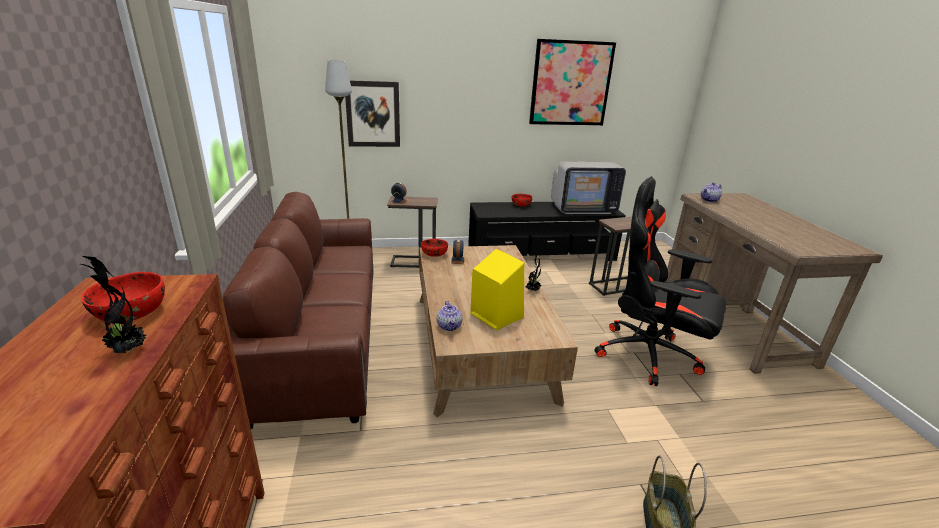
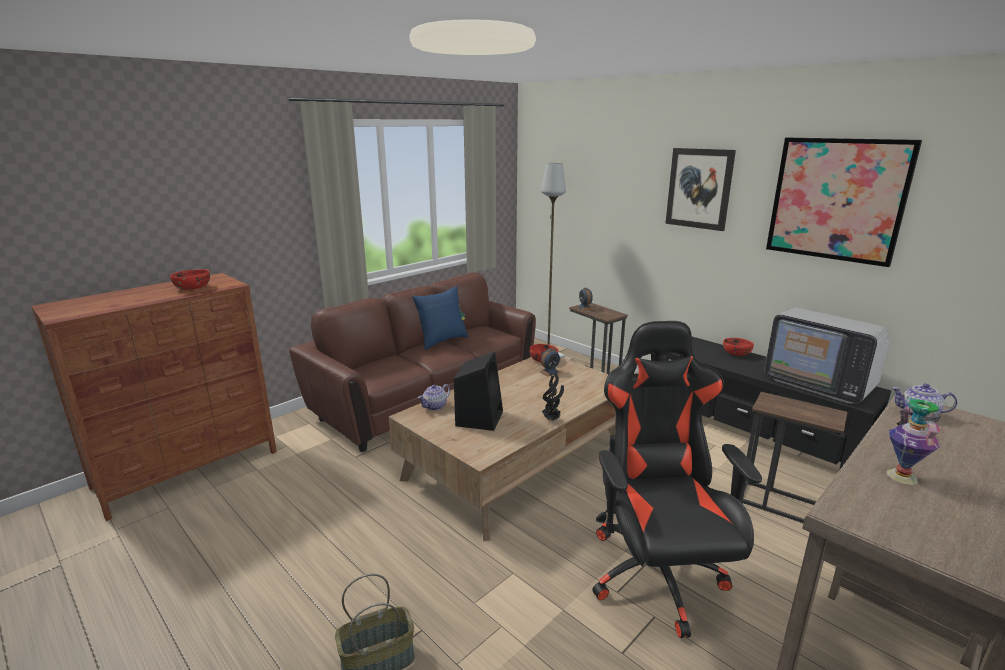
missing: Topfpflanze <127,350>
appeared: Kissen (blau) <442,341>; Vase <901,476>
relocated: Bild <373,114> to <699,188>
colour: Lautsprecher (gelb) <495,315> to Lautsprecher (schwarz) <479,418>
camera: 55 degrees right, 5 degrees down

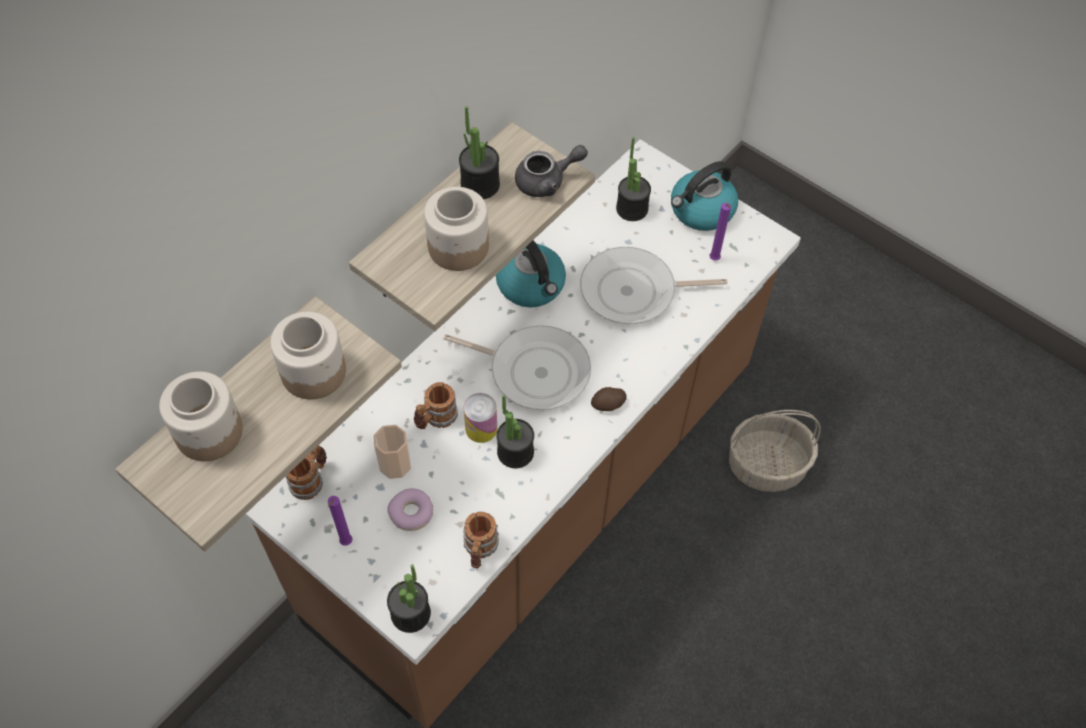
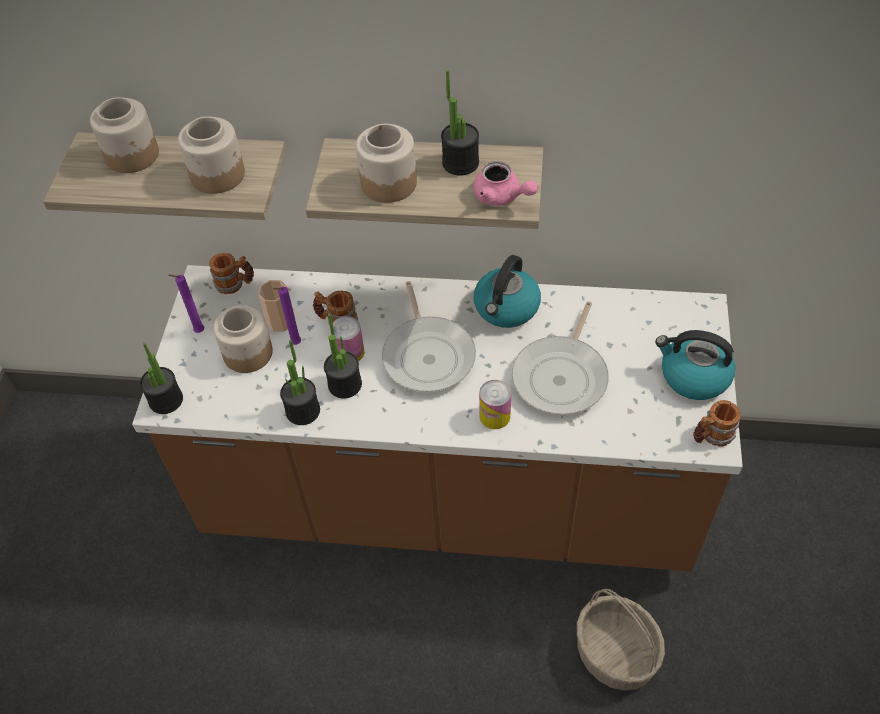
missing: Kartoffel <608,404>
appeared: Dose <494,416>
relocated: Topfpflanze <632,209> to <303,411>; Kerze (lila) <714,260> to <294,344>; Henkelbecher <479,550> to <711,436>
exchanged: Donut <411,513> to Vorratsglas <247,354>
colour: Teekanne (grau) <547,181> to Teekanne (rosa) <501,197>
spun: Pfanne <634,292> = <562,376> 120 degrees counterclockwise
camera: 60 degrees right, 5 degrees down

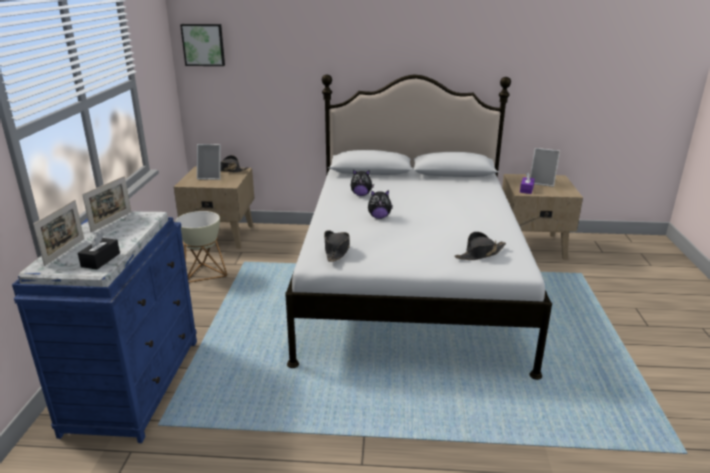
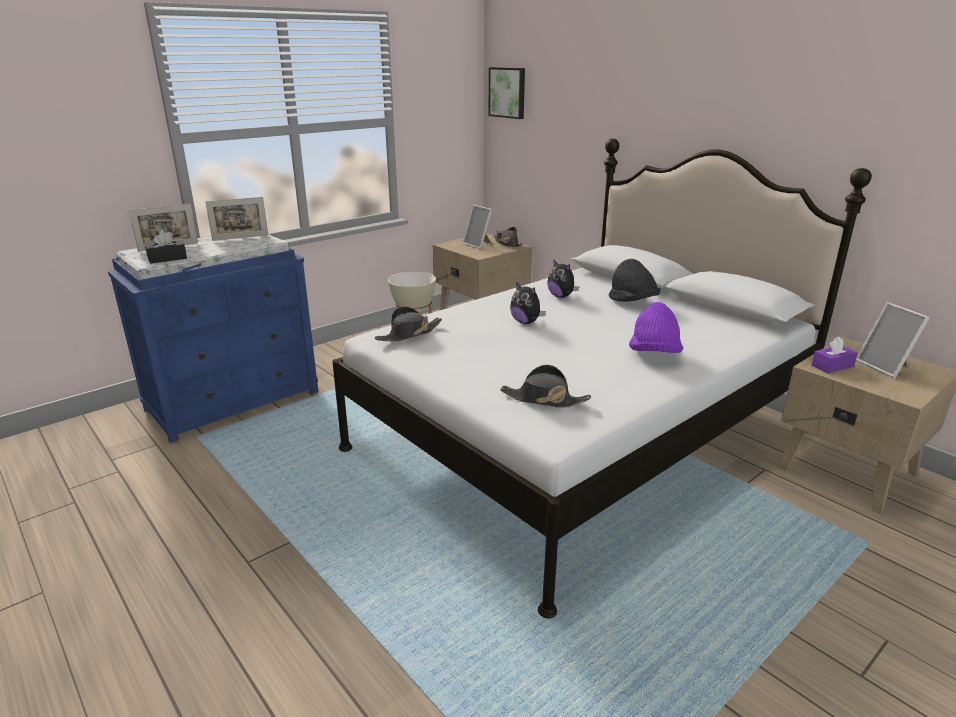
appeared: Hut (schwarz) <632,302>; Hut (lila) <654,354>
camera: 45 degrees right, 0 degrees up

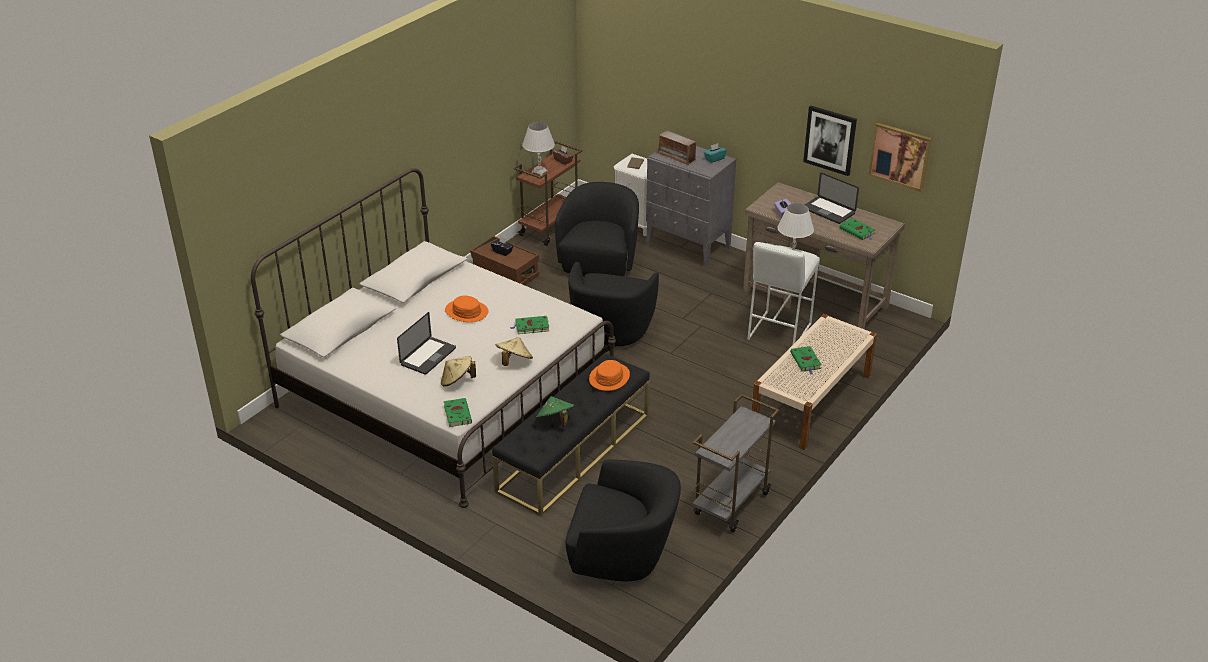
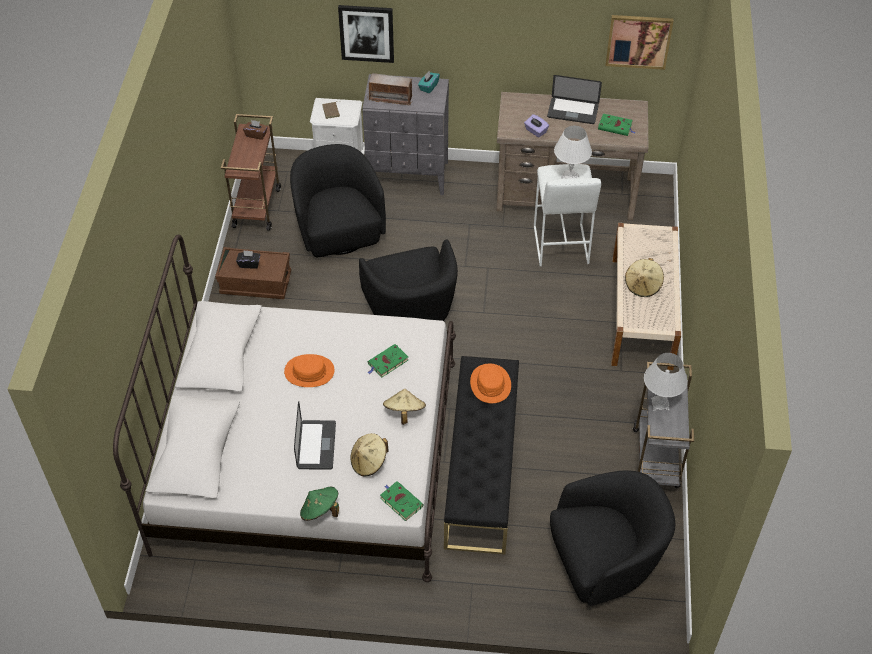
relocated: Bild <830,140> to <366,33>; Tischlampe (weiß) <539,172> to <659,404>; Hut (grün) <555,421> to <320,511>
exchanged: Buch (grün) <806,361> to Hut (beige) <643,285>
camera: 30 degrees left, 15 degrees up

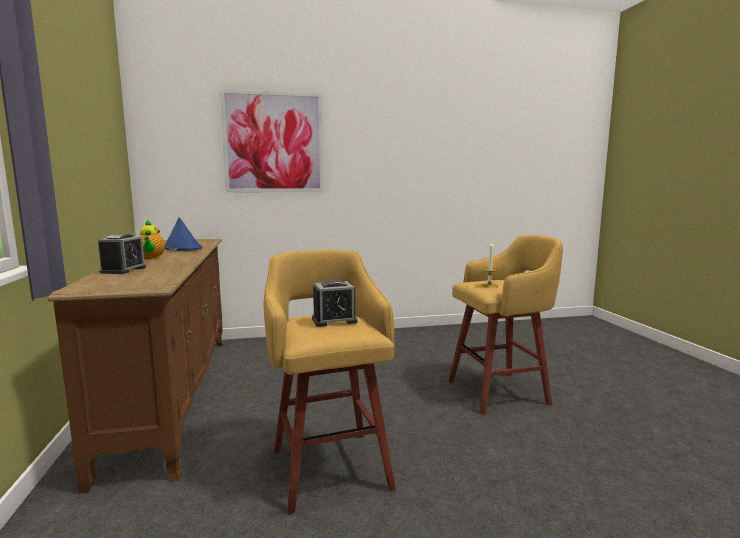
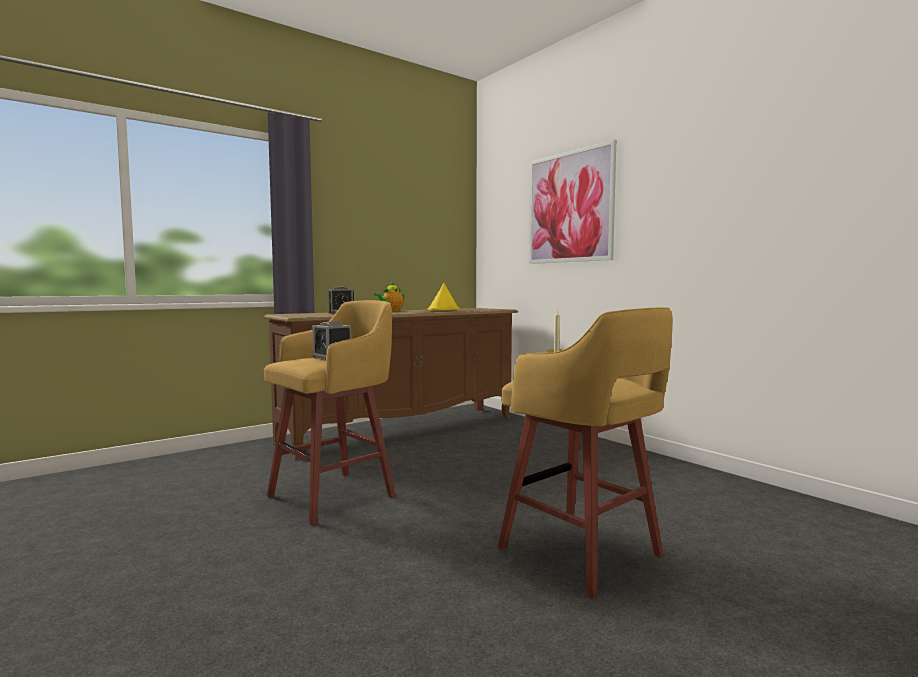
colour: Hut (blau) <182,248> to Hut (gelb) <443,310>
camera: 65 degrees right, 5 degrees down

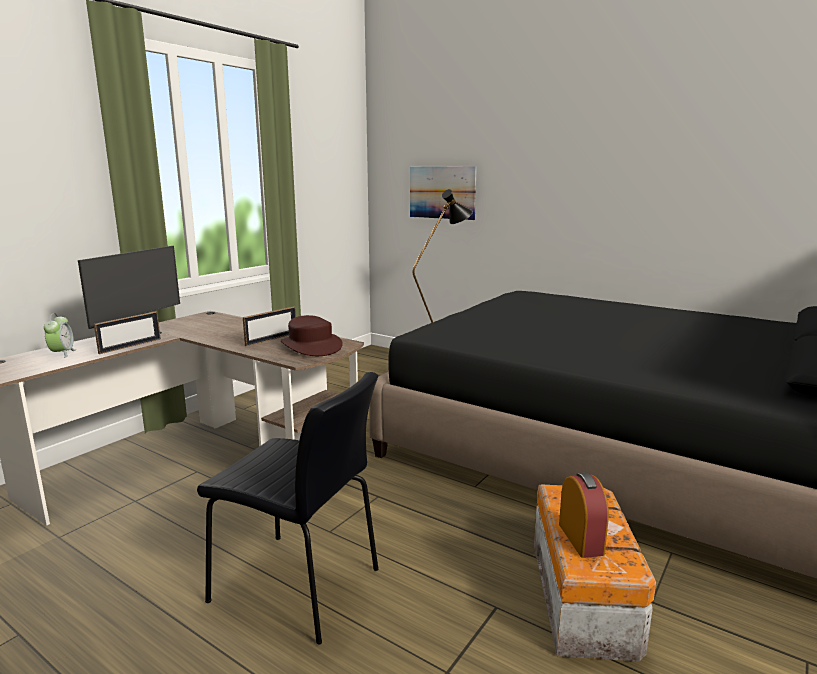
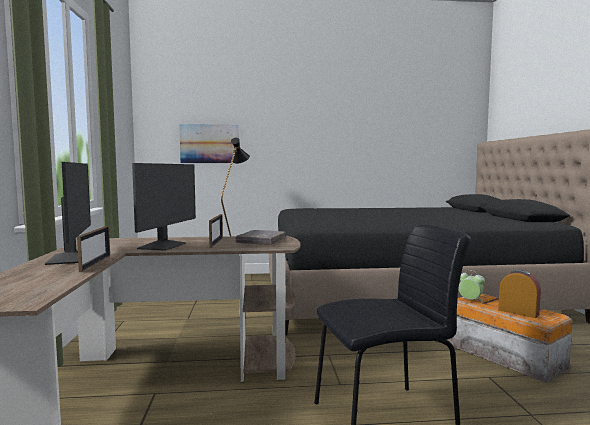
appeared: Monitor <163,246>
relocated: Wecker <62,354> to <470,300>
exchanged: Hut (braun) <311,346> to Buch (grau) <261,241>
camera: 40 degrees left, 10 degrees down

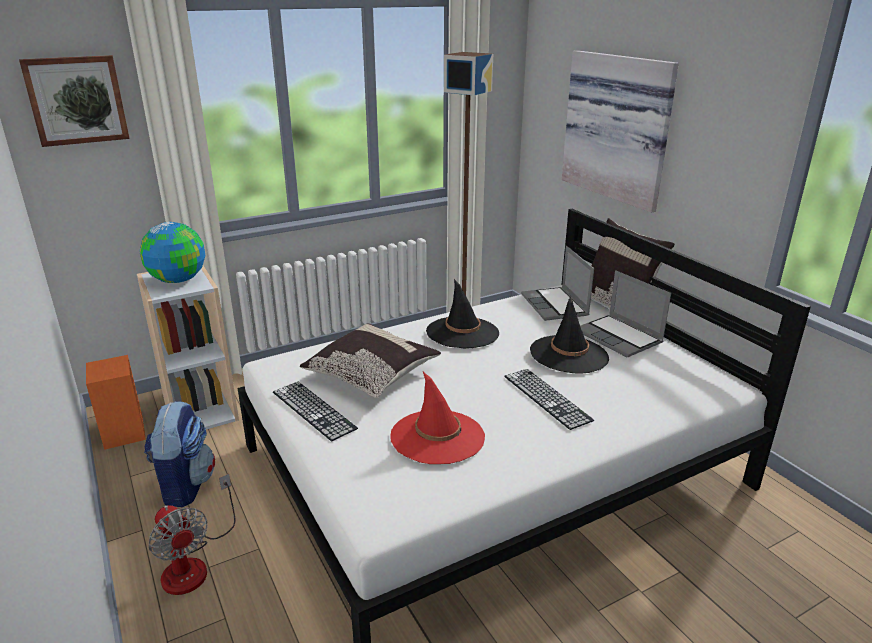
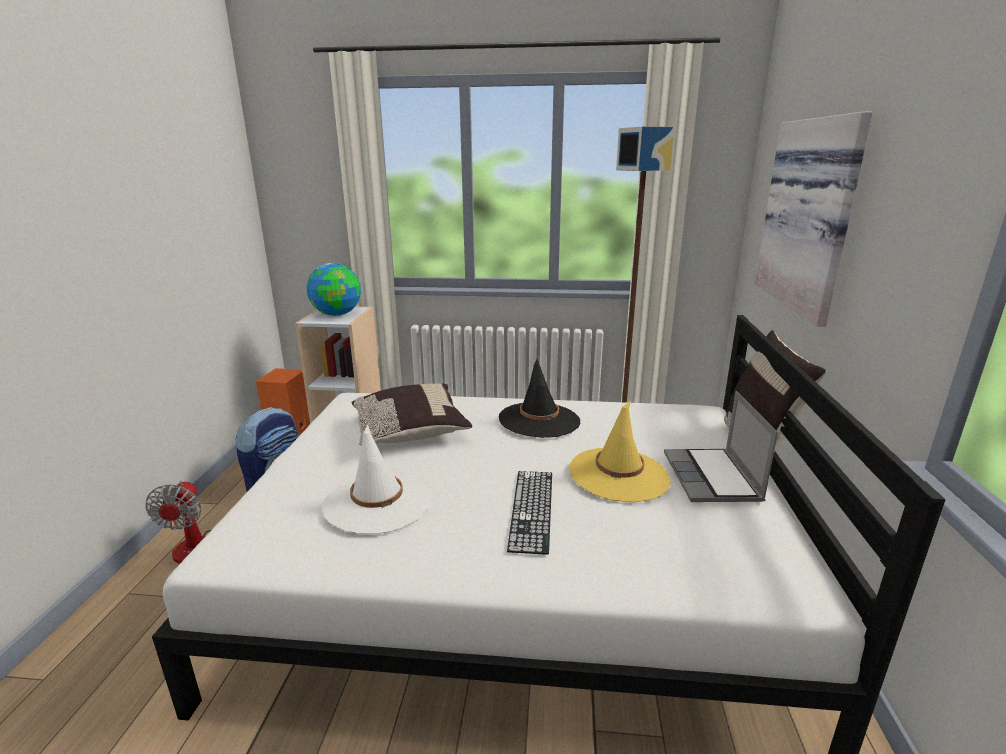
missing: Bild <76,100>; Laptop <555,306>; Tastatur <313,410>
colour: Hut (schwarz) <569,355> to Hut (gelb) <619,475>; Hut (rot) <437,437> to Hut (weiß) <378,503>
camera: 35 degrees right, 5 degrees down

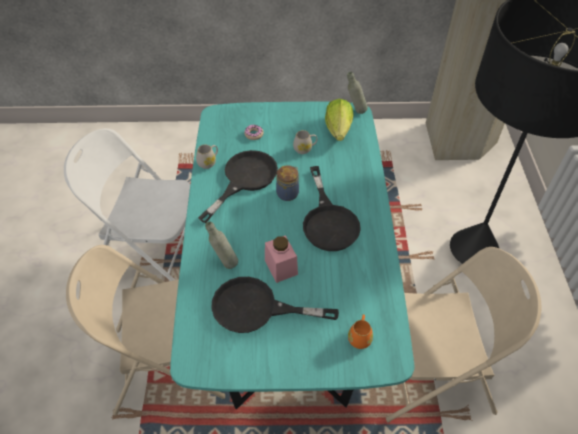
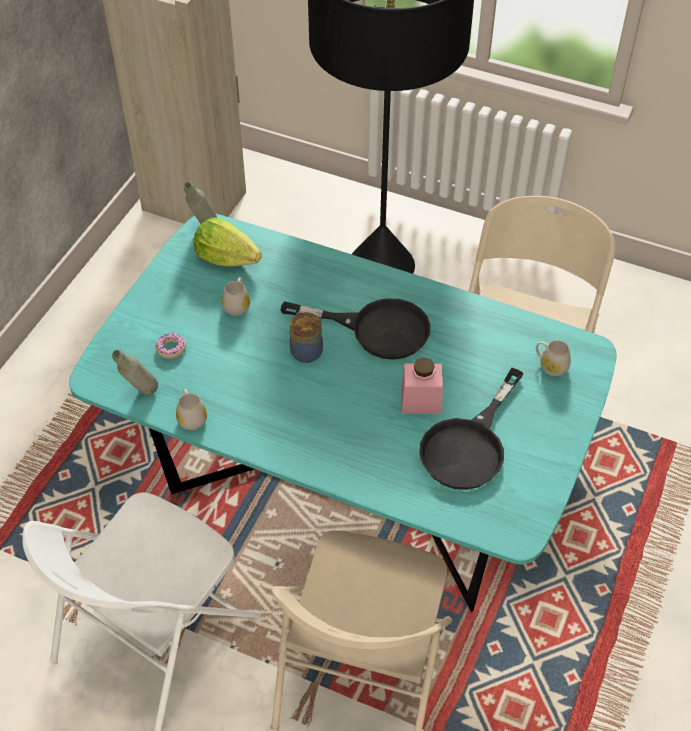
missing: Pfanne (schwarz) <244,179>
relocated: Flasche (grau) <224,262> to <141,394>
colour: Henkelbecher (orange) <360,336> to Henkelbecher (weiß) <550,365>
camera: 65 degrees left, 0 degrees up

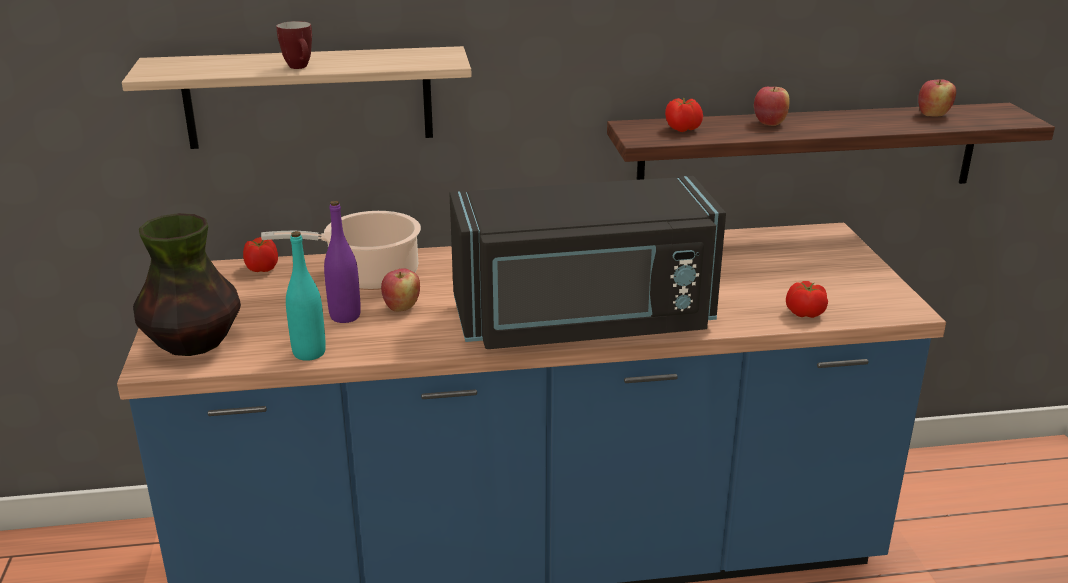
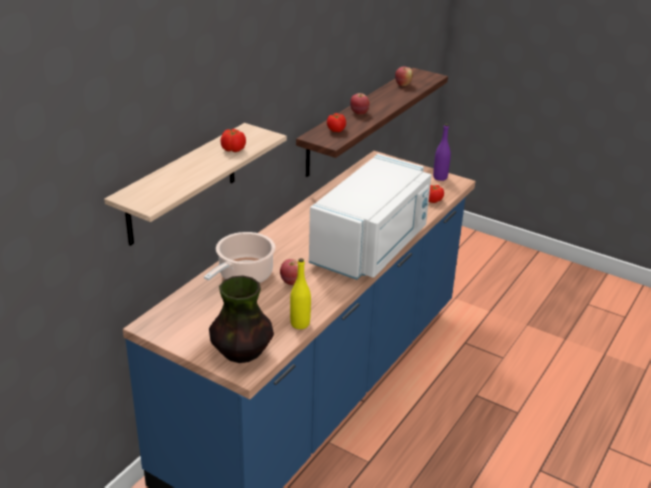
missing: Henkelbecher <300,68>
relocated: Flasche (lila) <345,316> to <440,177>; Tomate <261,269> to <233,150>
colour: Mikrowelle (schwarz) <584,322> to Mikrowelle (weiß) <372,246>; Flasche (türkis) <309,353> to Flasche (gelb) <300,324>
camera: 50 degrees left, 5 degrees up

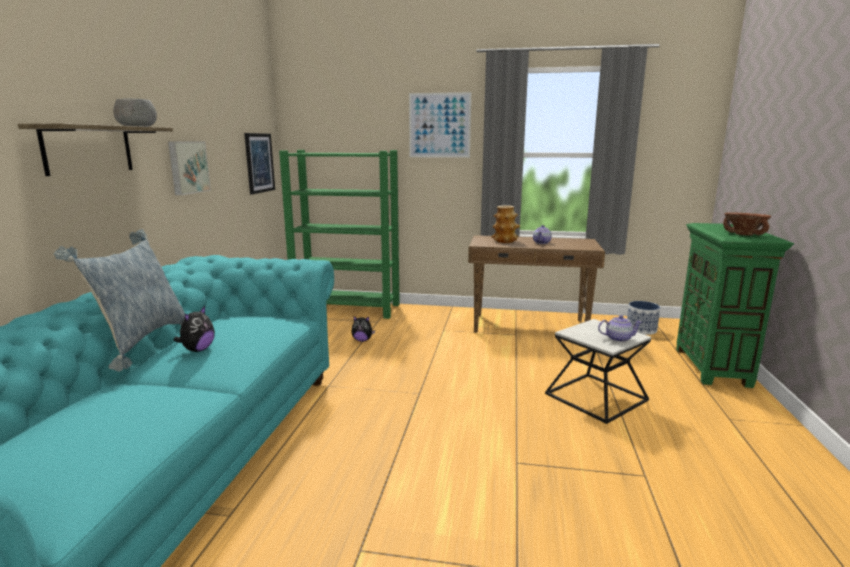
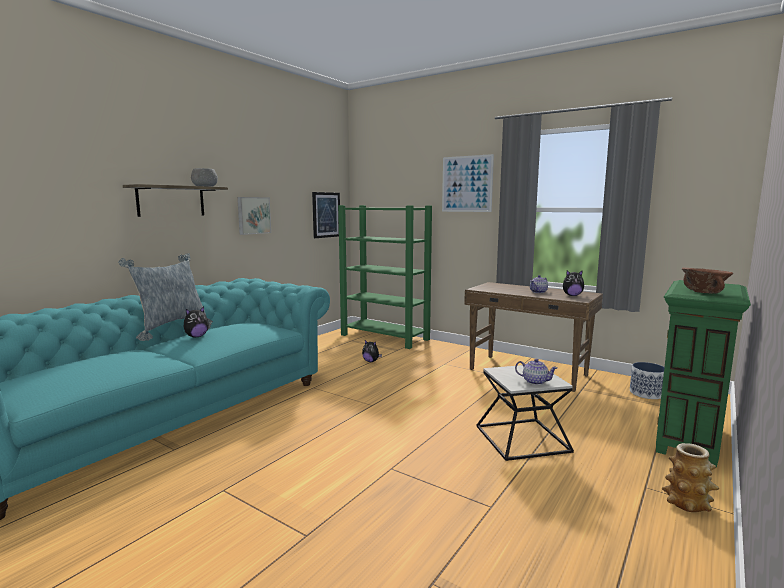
appeared: Plüschtier <572,295>
relocated: Vase <505,241> to <687,503>
camera: 25 degrees right, 5 degrees down

